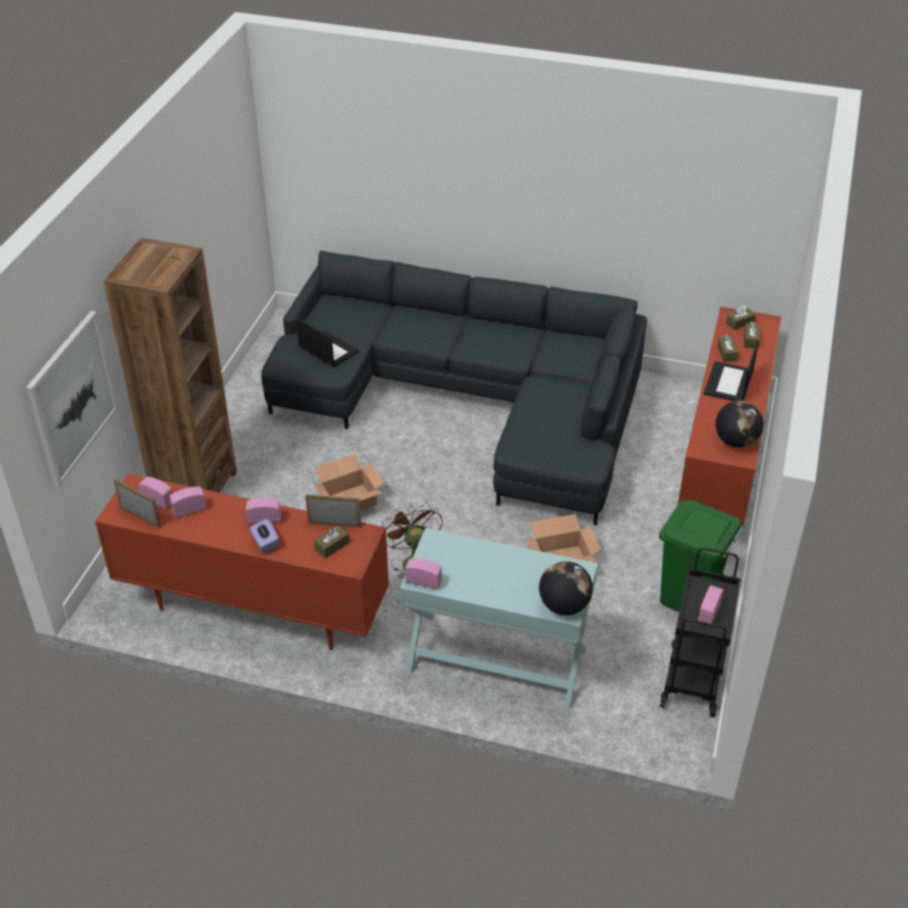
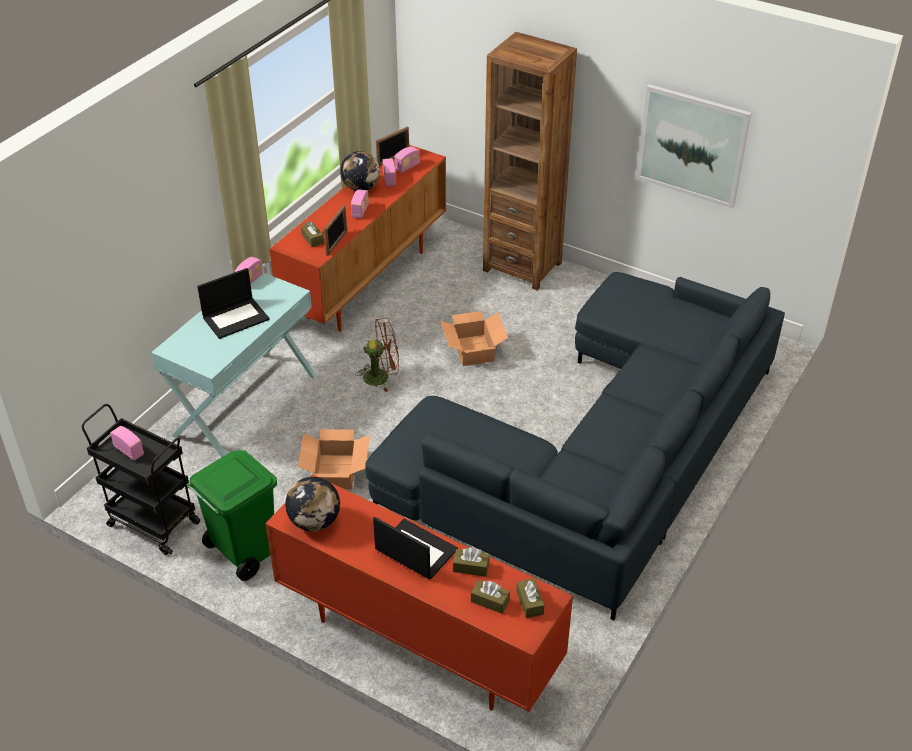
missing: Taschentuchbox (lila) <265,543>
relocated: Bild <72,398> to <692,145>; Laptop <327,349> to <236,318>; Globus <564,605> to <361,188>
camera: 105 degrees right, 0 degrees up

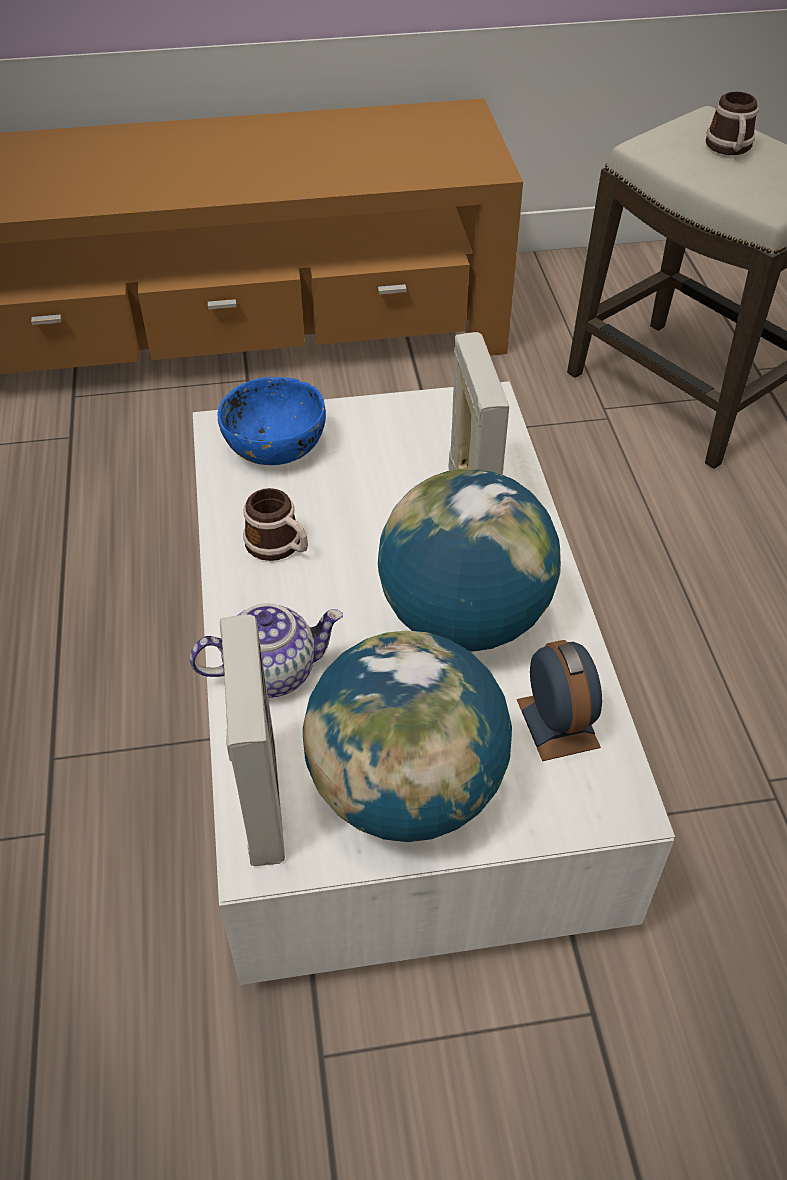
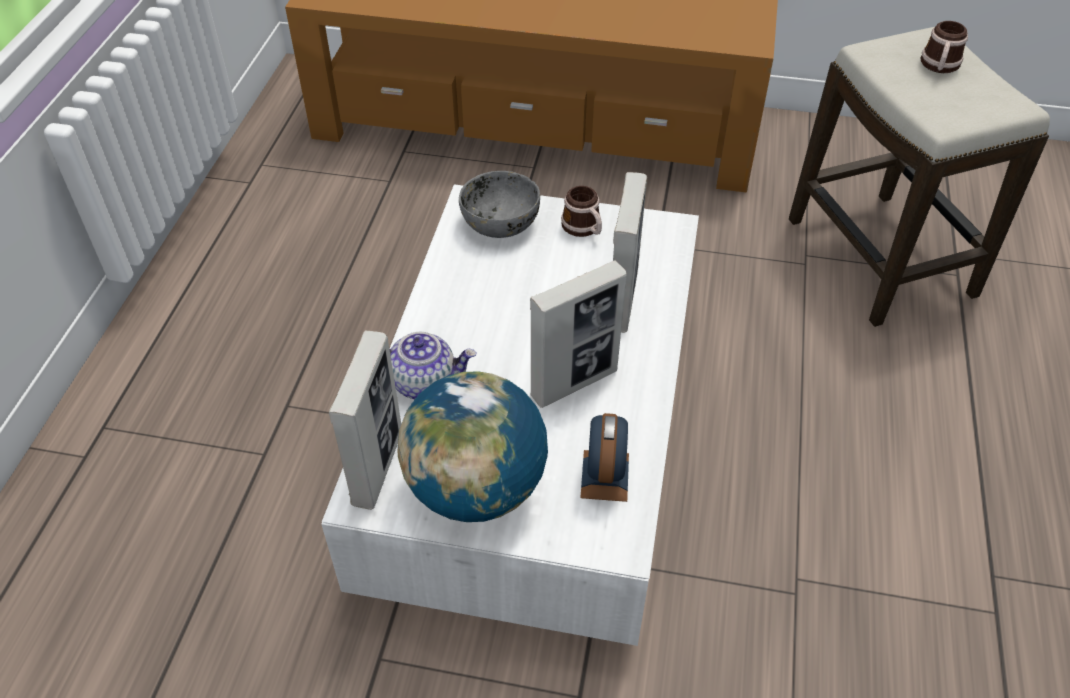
relocated: Henkelbecher <279,546> to <584,228>
exchanged: Globus <463,618> to Bilderrahmen <574,383>
colour: Schüssel (blau) <275,444> to Schüssel (grau) <500,221>
camera: 20 degrees right, 0 degrees up

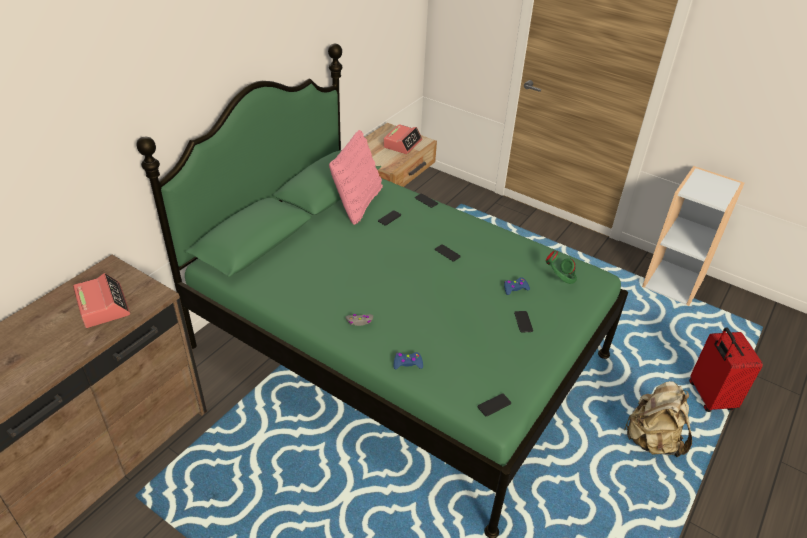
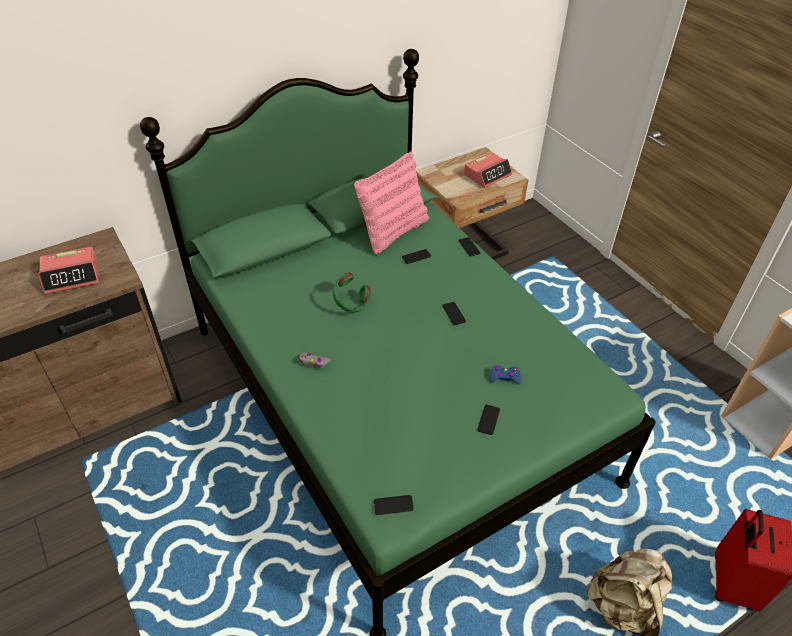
missing: Gamepad (blau) <407,363>
relocated: Kopfhörer (grün) <560,278> to <351,304>
spun: Wecker <103,306> = <72,276> 75 degrees clockwise
camera: 25 degrees right, 5 degrees up

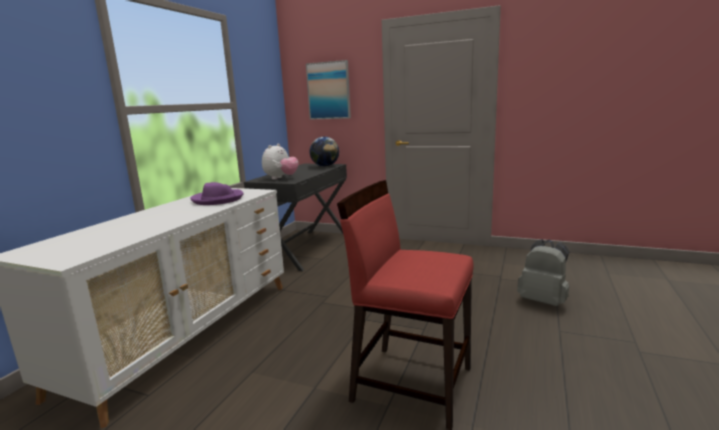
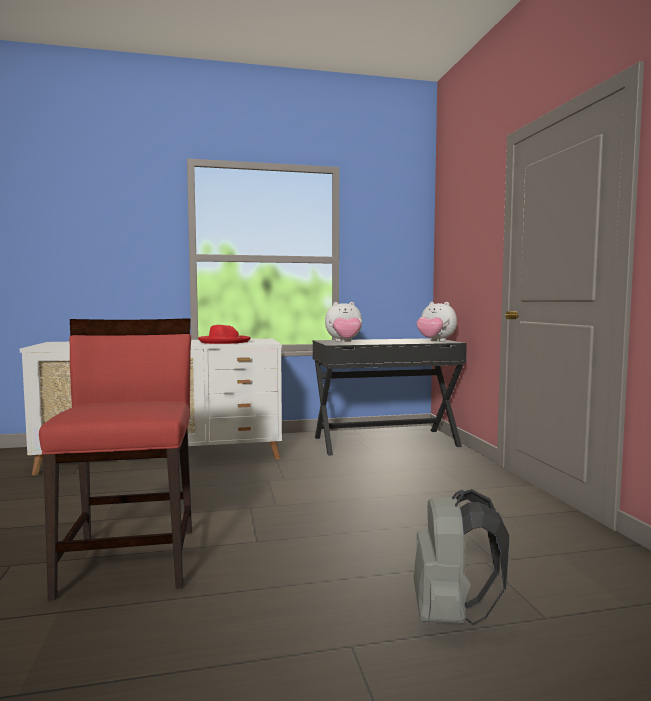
missing: Bild <329,90>
exchanged: Globus <325,166> to Plüschtier <435,341>
colour: Hut (lila) <218,199> to Hut (rot) <223,342>
camera: 55 degrees right, 10 degrees down

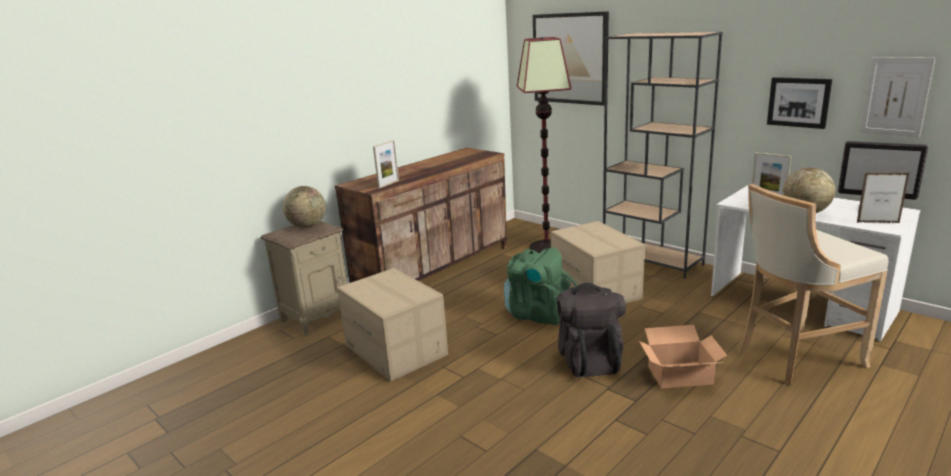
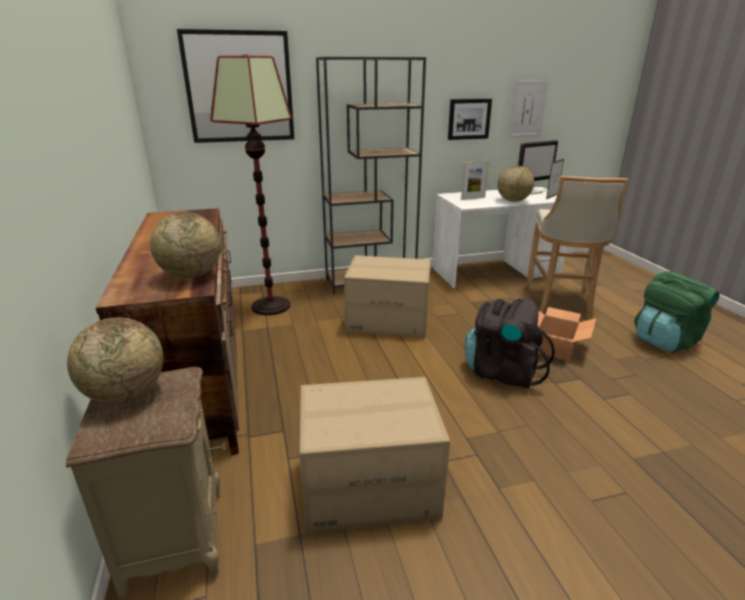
relocated: Rucksack (grün) <538,314> to <665,340>
exchanged: Bilderrahmen <388,184> to Globus <191,275>
camera: 60 degrees left, 5 degrees up

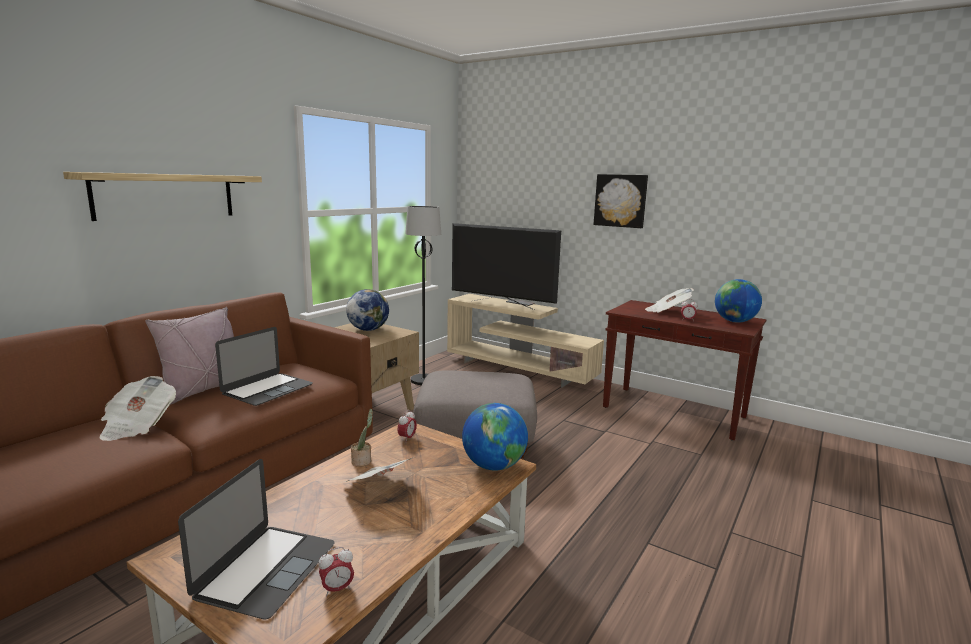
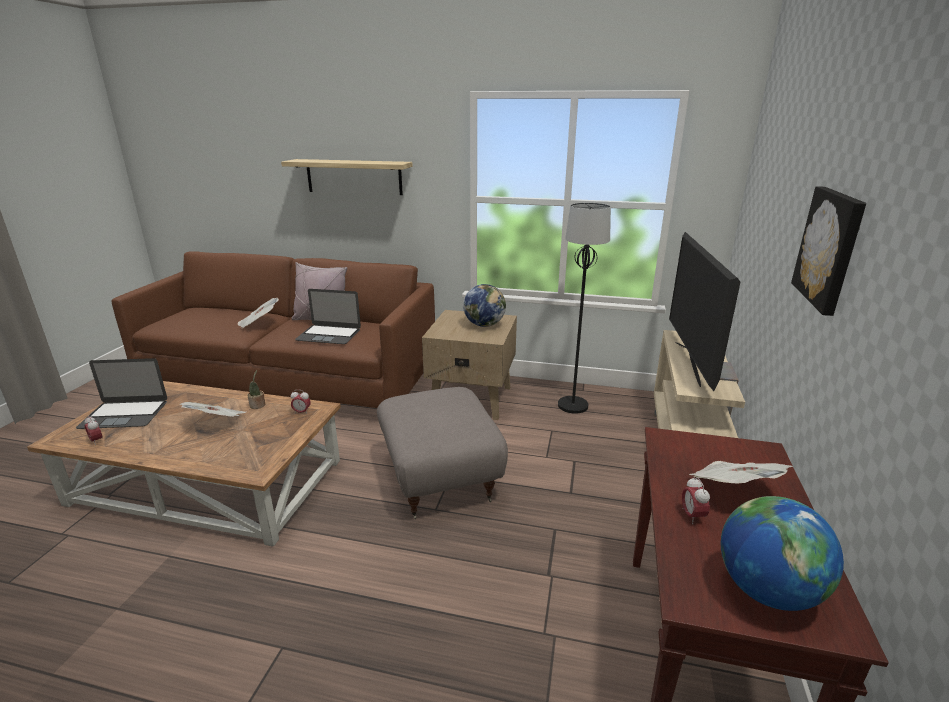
missing: Globus <494,466>
camera: 70 degrees right, 10 degrees up

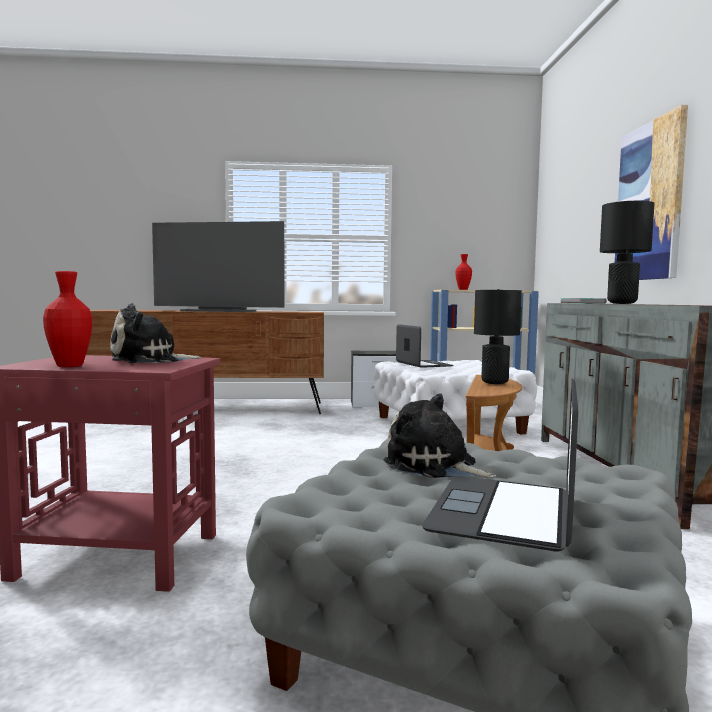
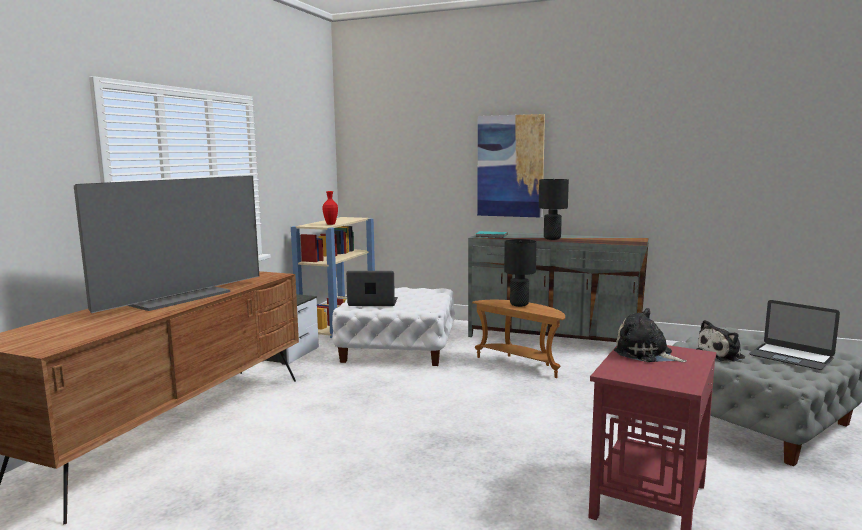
missing: Vase (rot) <70,366>
spun: Plüschtier <149,360> = <646,354> 135 degrees clockwise
camera: 65 degrees left, 5 degrees up

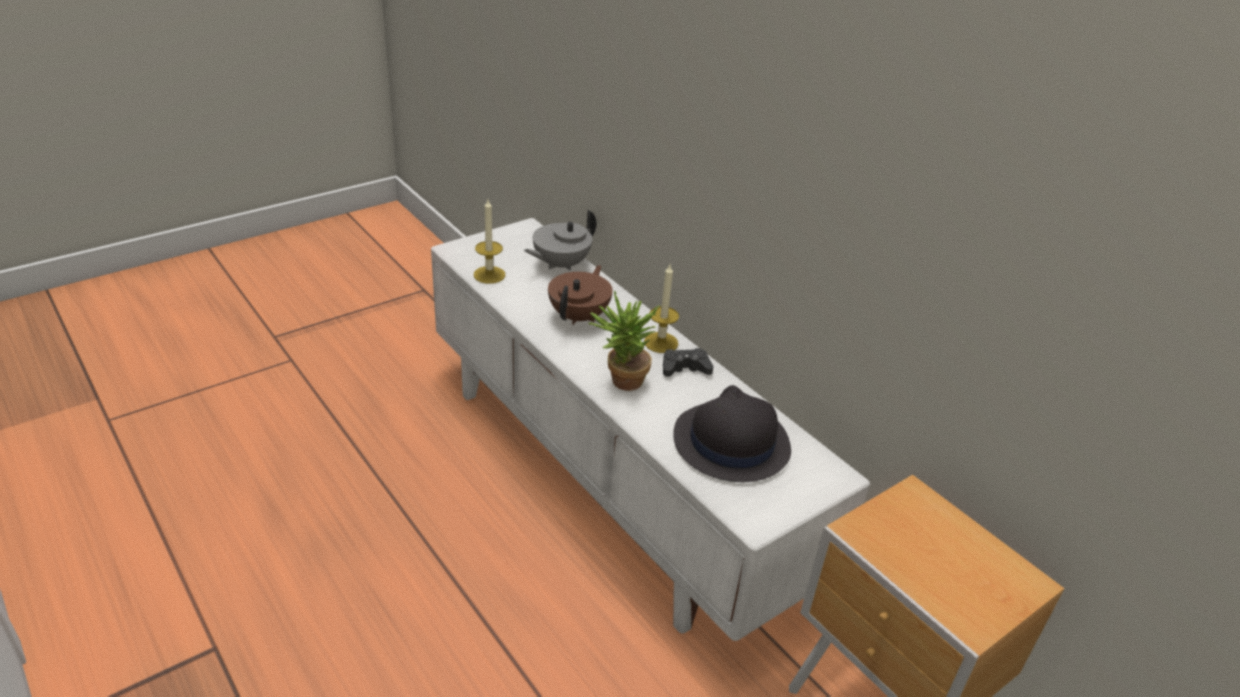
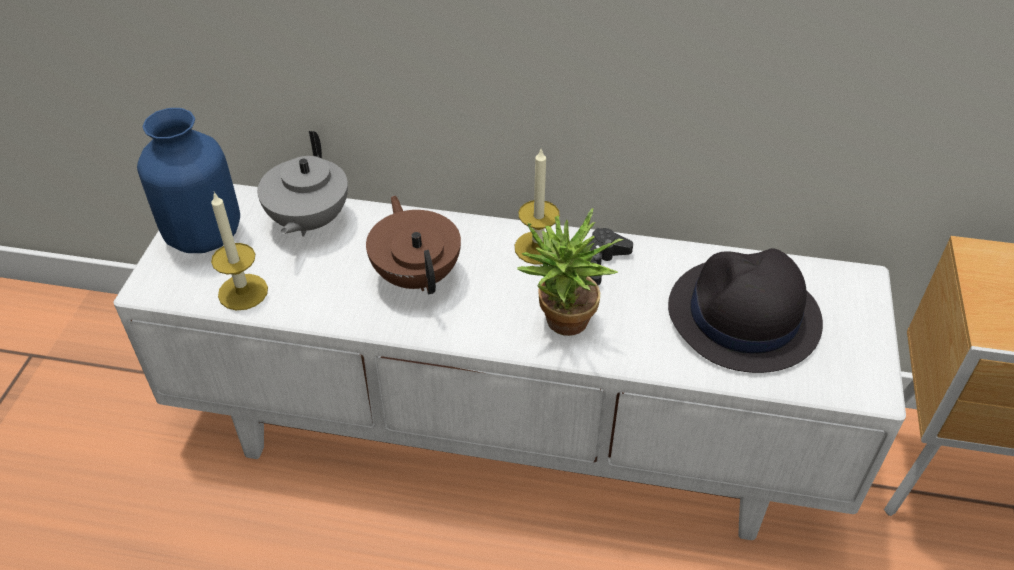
appeared: Vase (blau) <205,236>
camera: 40 degrees left, 10 degrees up

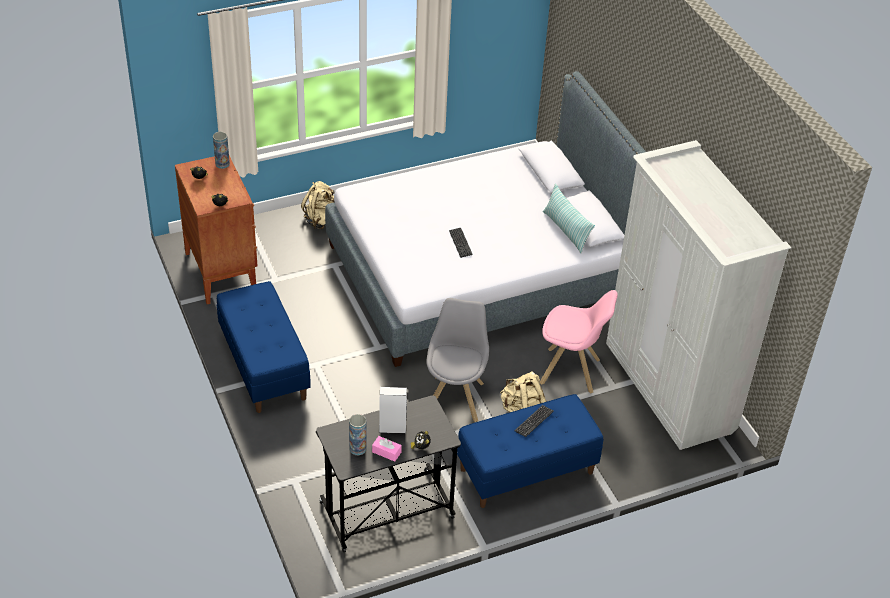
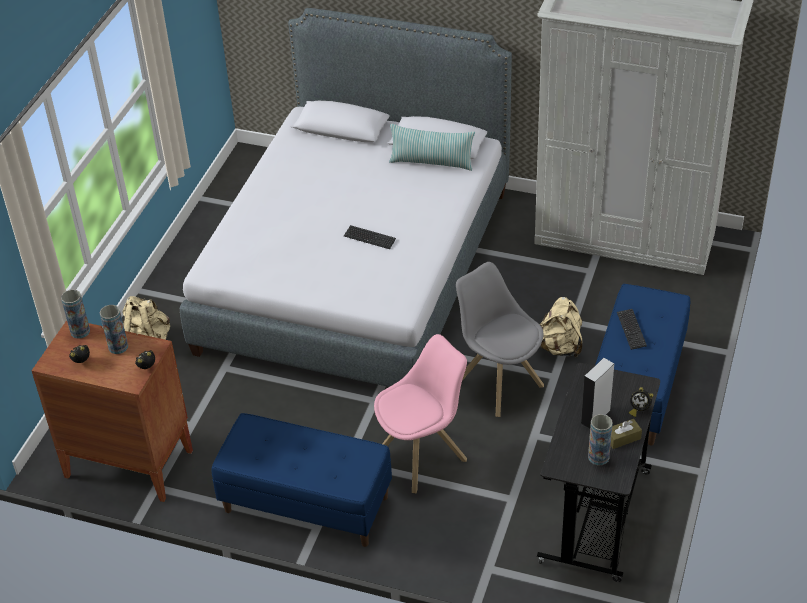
appeared: Vase <118,347>
relocated: Stuhl (rosa) <570,371> to <422,457>
colour: Taschentuchbox (rosa) <386,452> to Taschentuchbox (braun) <622,438>
camera: 45 degrees left, 0 degrees up

